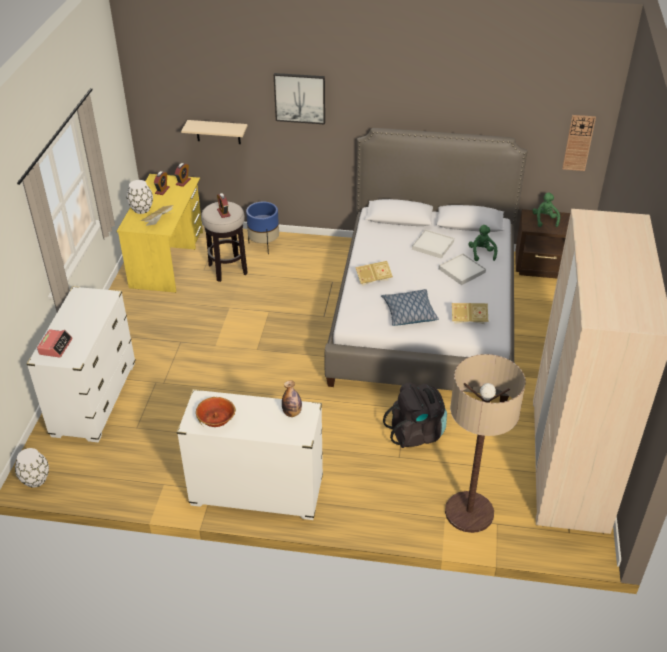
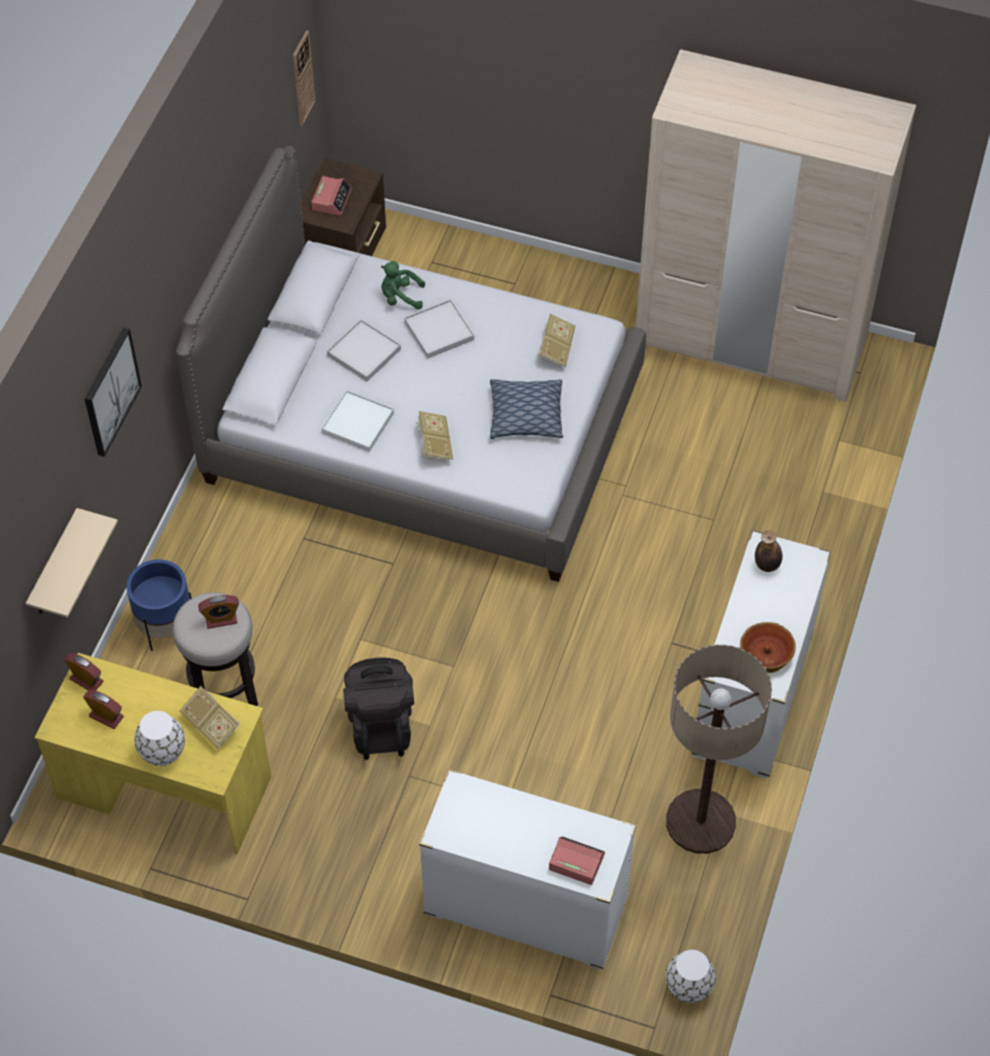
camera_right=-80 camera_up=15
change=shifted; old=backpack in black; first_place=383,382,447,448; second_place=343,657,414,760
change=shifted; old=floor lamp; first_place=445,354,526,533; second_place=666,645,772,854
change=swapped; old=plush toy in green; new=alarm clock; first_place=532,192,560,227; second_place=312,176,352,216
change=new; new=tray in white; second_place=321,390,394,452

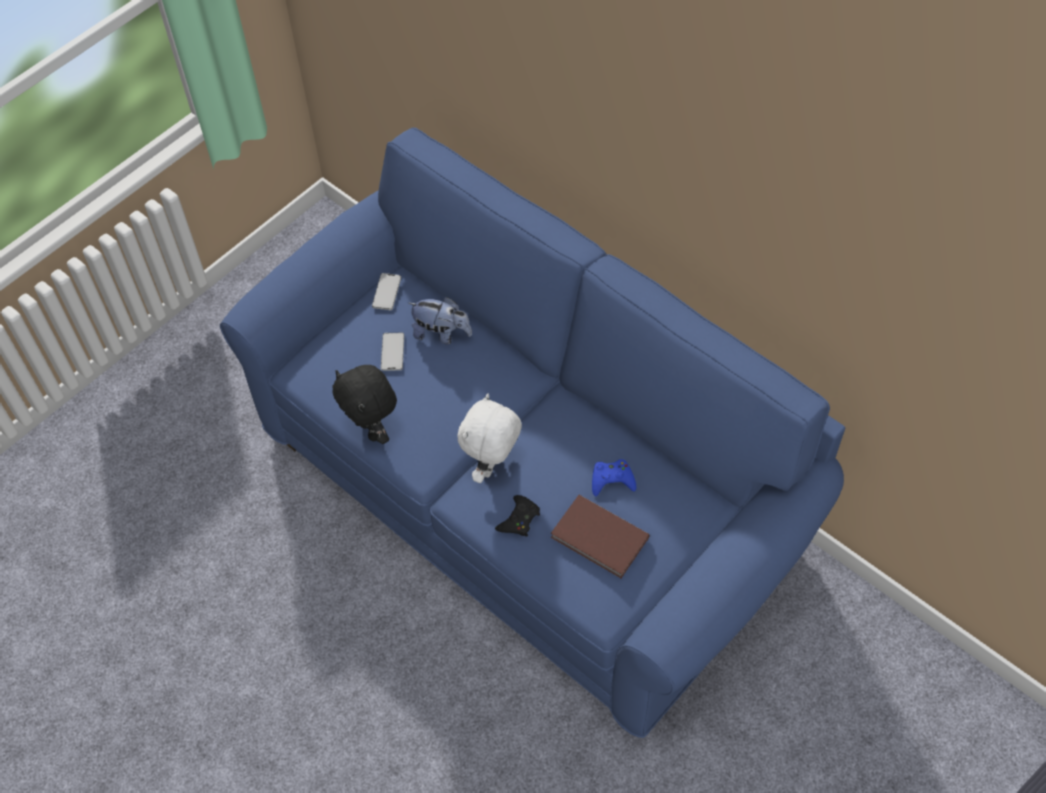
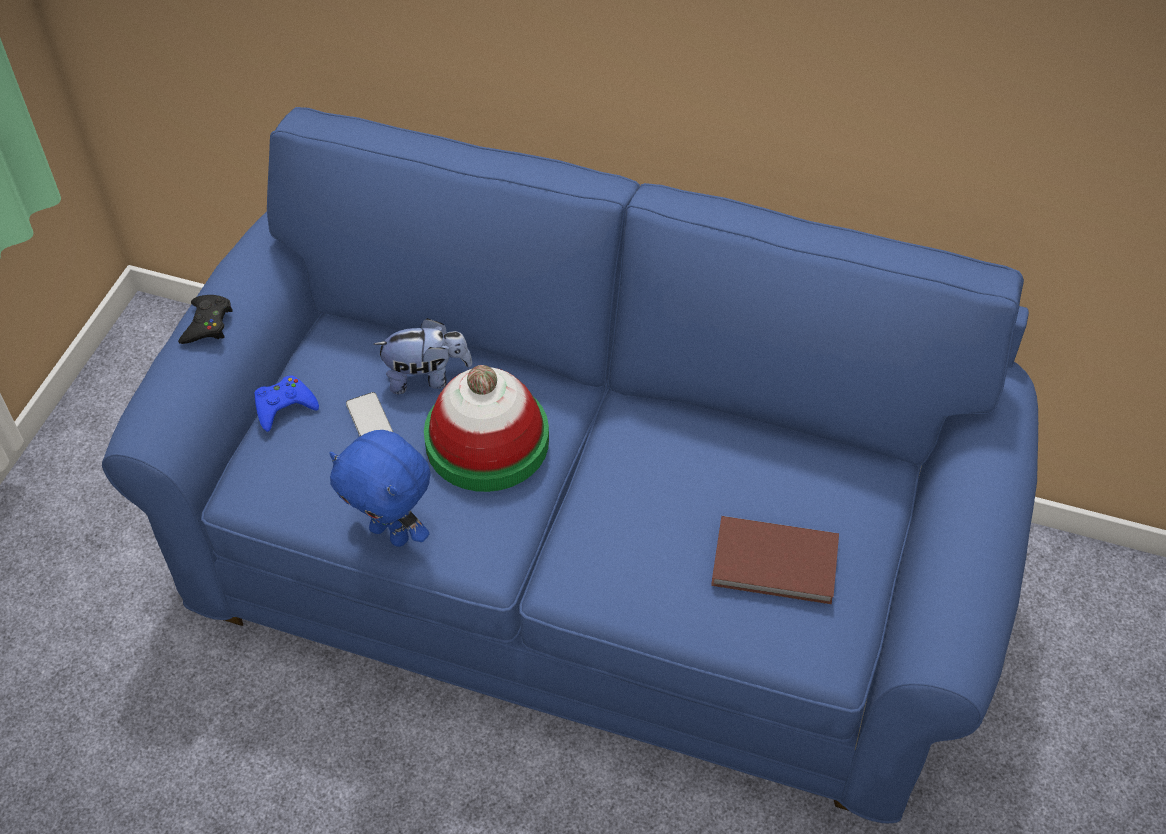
camera_right=-25 camera_up=-5
change=repainted; old=plush toy in black; new=plush toy in blue; first_place=333,365,397,444; second_place=329,430,431,547
change=gone; old=phone; first_place=372,273,401,310
change=gone; old=plush toy in white; first_place=458,393,522,483
change=shifted; old=game controller in black; first_place=495,495,540,537; second_place=178,295,233,344
change=shifted; old=game controller in blue; first_place=592,459,636,496; second_place=254,376,319,432
change=new; new=hat; second_place=424,365,549,492

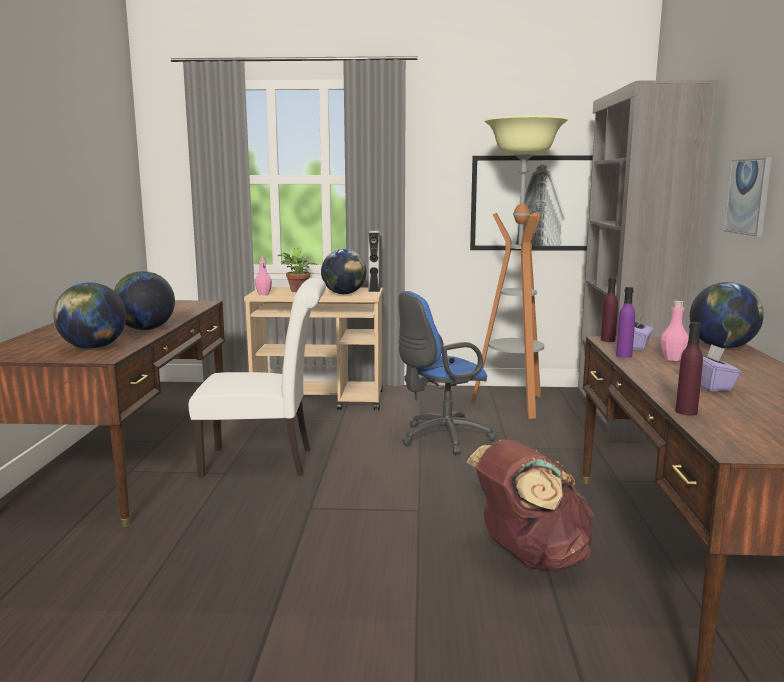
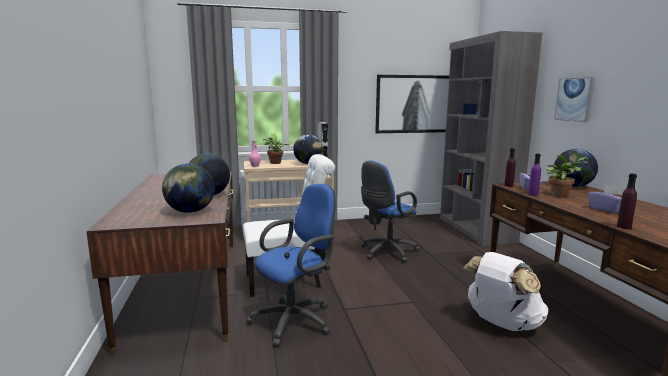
camera_right=-15 camera_up=0
change=repainted; old=backpack in brown; new=backpack in white; first_place=467,439,594,571; second_place=463,252,548,331
change=gone; old=floor lamp; first_place=471,115,568,419
change=swapped; old=bottle in pink; new=potted plant; first_place=661,301,689,361; second_place=546,155,589,197
change=new; new=office chair in blue; second_place=246,184,336,347

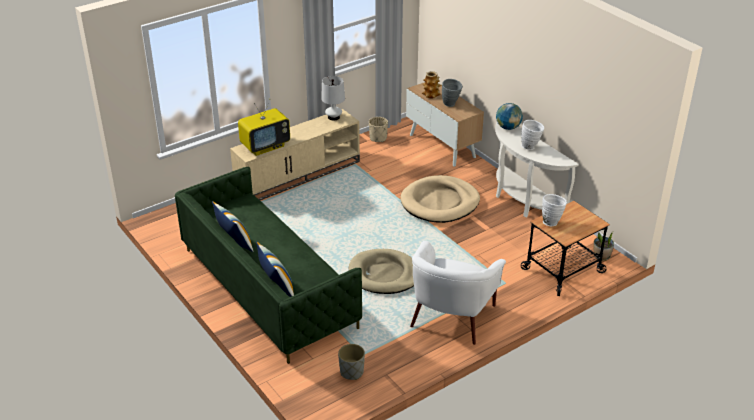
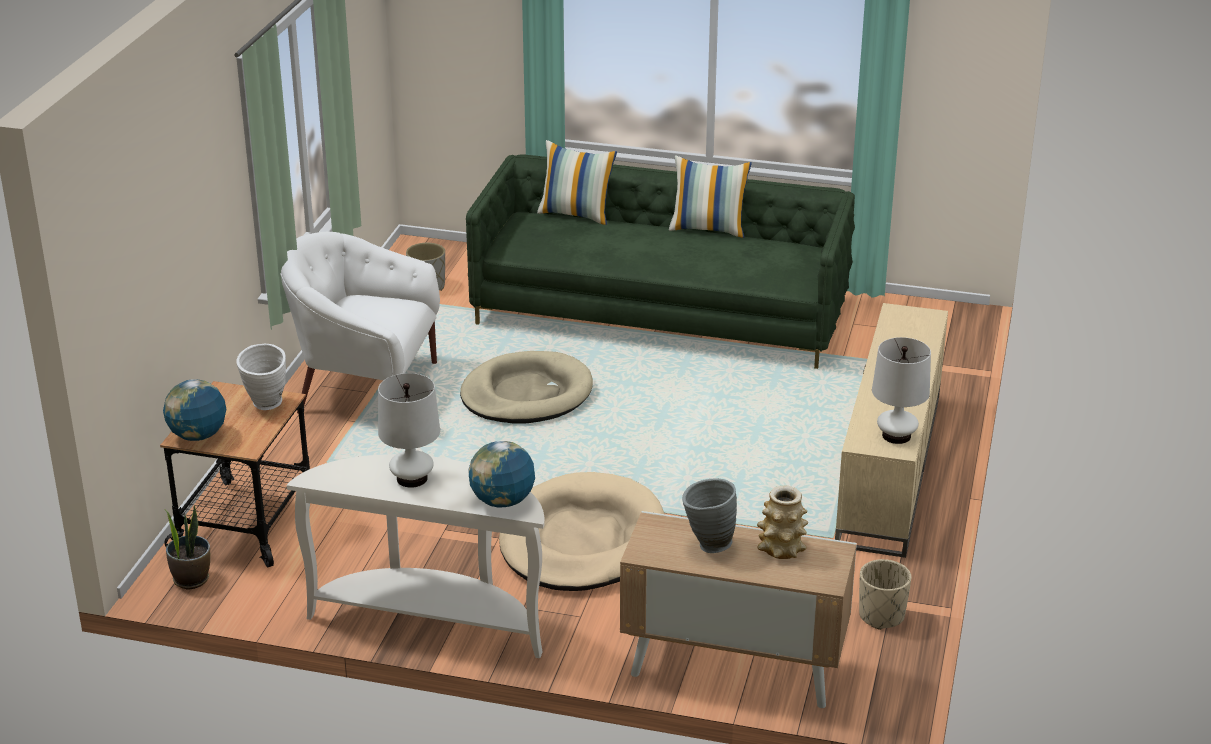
camera_right=140 camera_up=-5
change=gone; old=television; first_place=238,100,290,156
change=rotated; old=armchair in white; first_place=410,241,506,345; second_place=280,232,440,414; degrees=-60
change=swapped; old=vase in white; new=table lamp in white; first_place=521,120,544,150; second_place=378,373,440,488
change=new; new=globe; second_place=163,379,226,441

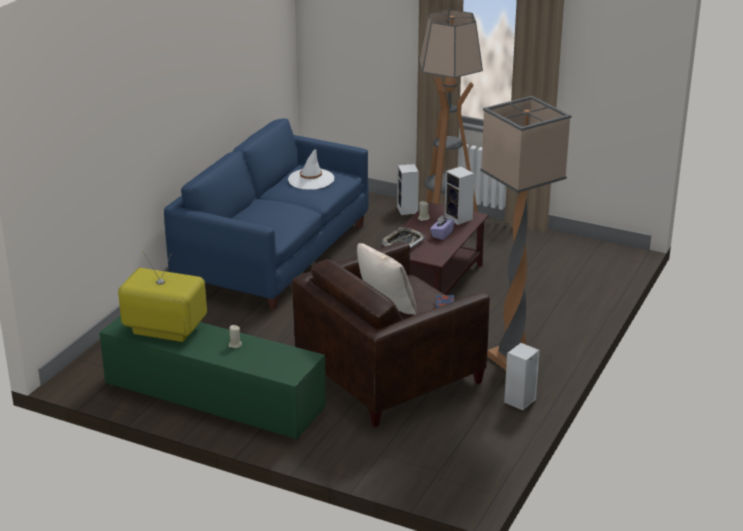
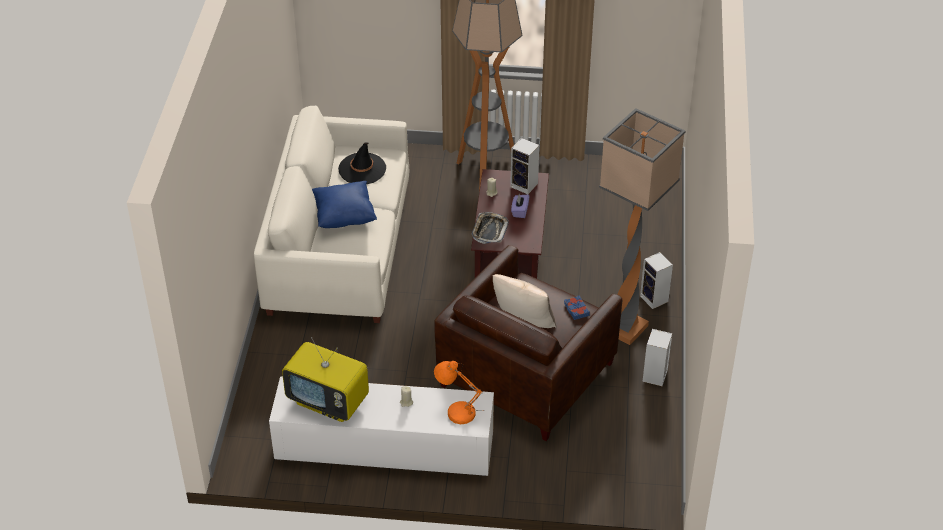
camera_right=-20 camera_up=15
change=repainted; old=tv stand in green; new=tv stand in white; first_place=99,316,326,440; second_place=269,376,494,476
change=rotated; old=television; first_place=118,251,207,342; second_place=282,337,369,422; degrees=-150
change=repainted; old=sofa in blue; new=sofa in white; first_place=164,118,369,310; second_place=254,106,409,323
change=repainted; old=hat in white; new=hat in black; first_place=288,150,334,190; second_place=338,142,386,184
change=shifted; old=speaker; first_place=397,164,419,215; second_place=640,252,673,309
change=new; new=pillow in blue; second_place=312,181,377,228
change=new; new=table lamp in orange; second_place=434,361,483,425

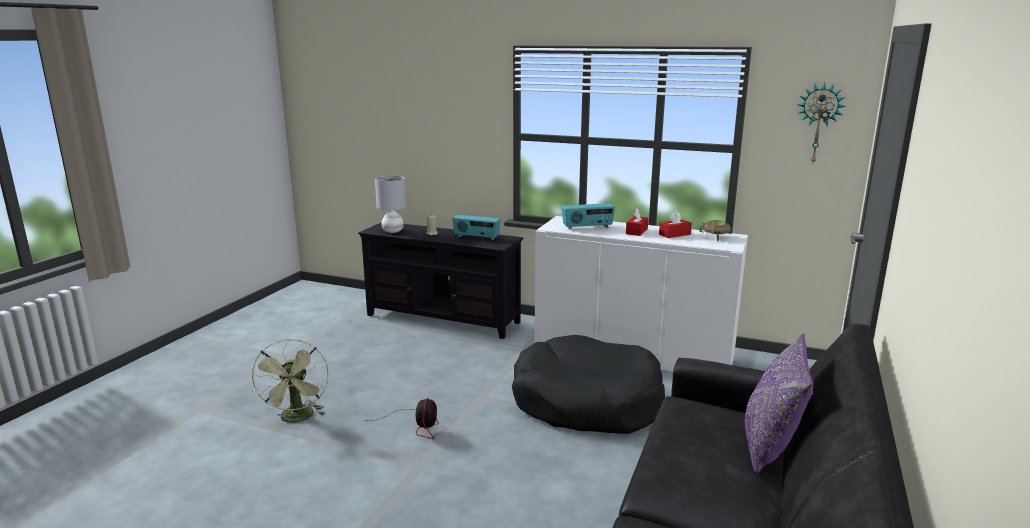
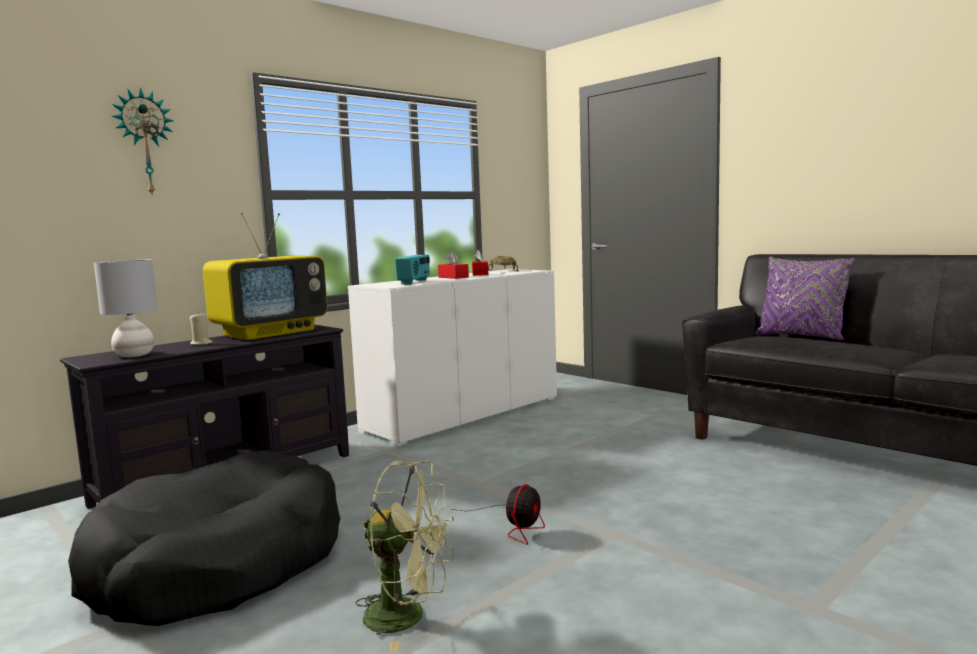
camera_right=-65 camera_up=-10
change=rotated; old=fan; first_place=364,398,439,439; second_place=452,484,545,545; degrees=90
change=swapped; old=radio; new=television; first_place=452,215,500,241; second_place=203,212,328,340
change=shifted; old=dog bed in black; first_place=512,335,665,434; second_place=68,450,340,626
change=shifted; old=wall clock; first_place=797,82,846,163; second_place=112,88,174,194

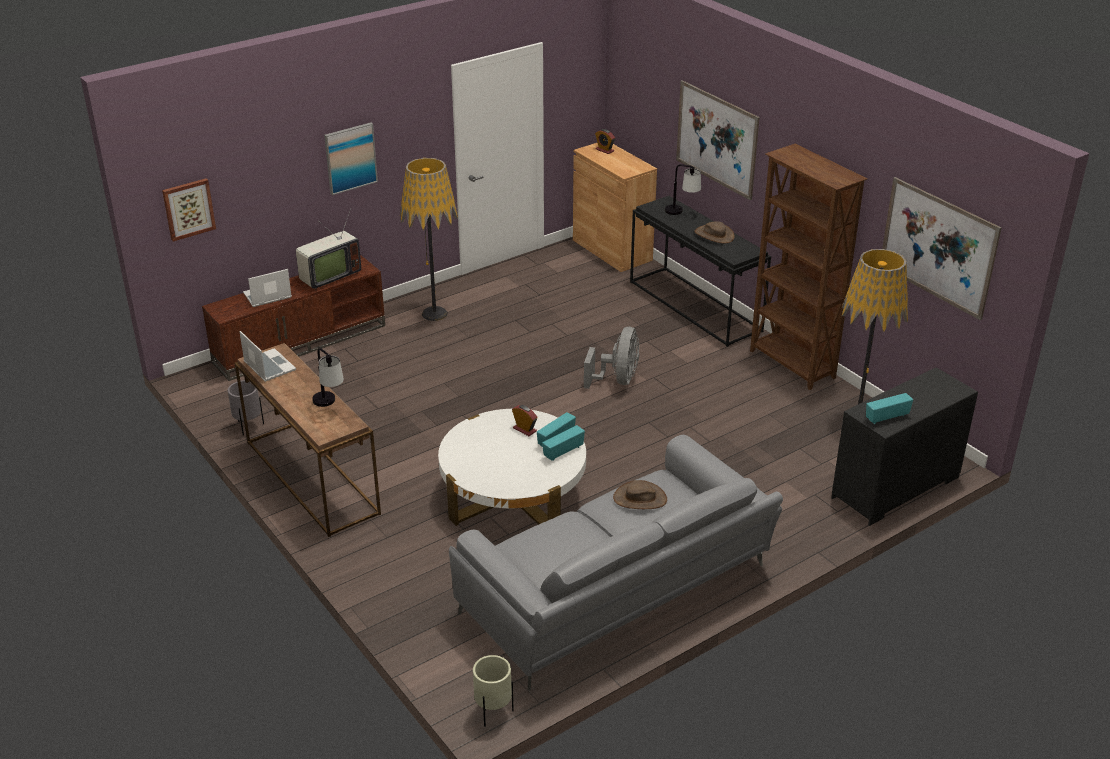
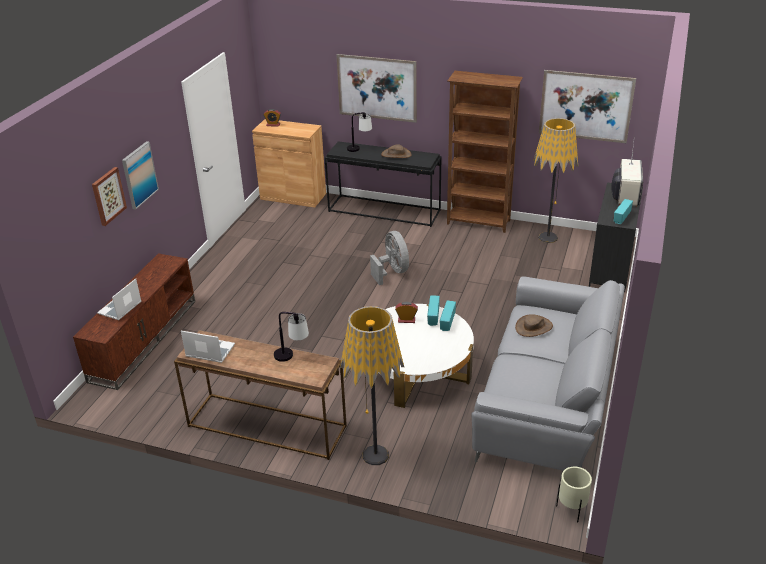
camera_right=-35 camera_up=0
change=shifted; old=picture; first_place=162,178,216,242; second_place=92,167,127,226
change=gone; old=planter in grey; first_place=228,380,264,436
change=shifted; old=television; first_place=296,209,361,291; second_place=611,142,643,207
change=shifted; old=floor lamp; first_place=400,158,458,321; second_place=340,306,404,465

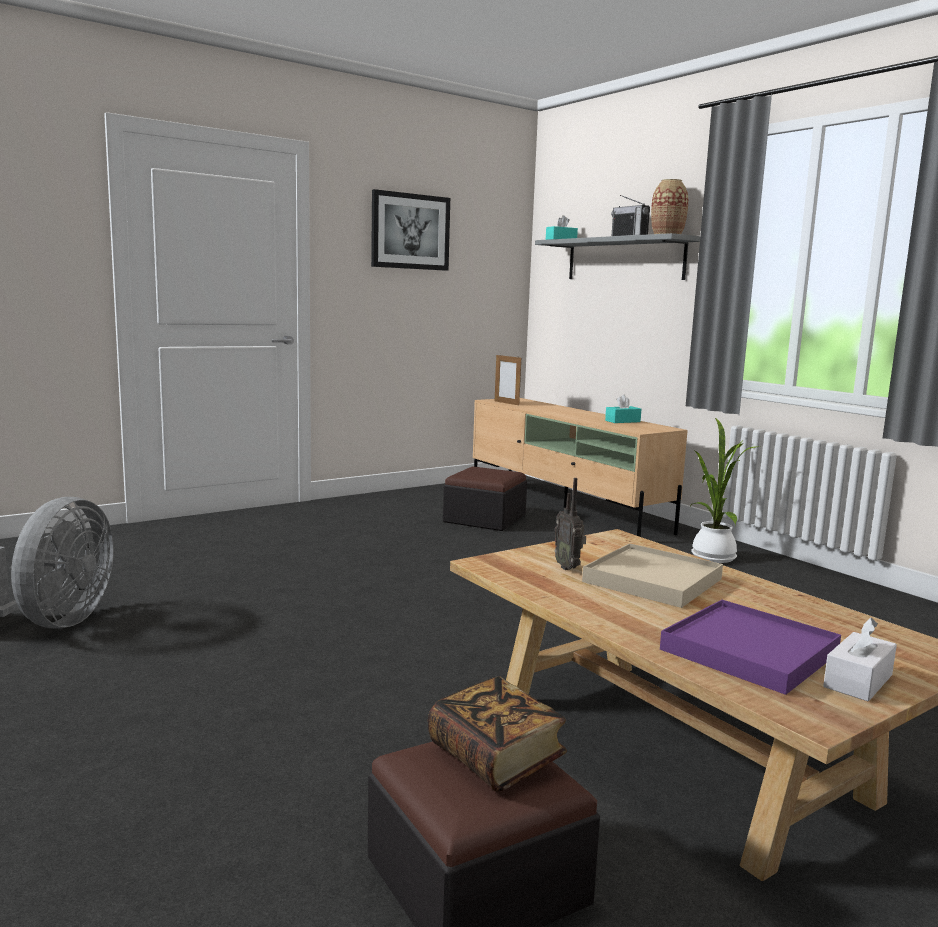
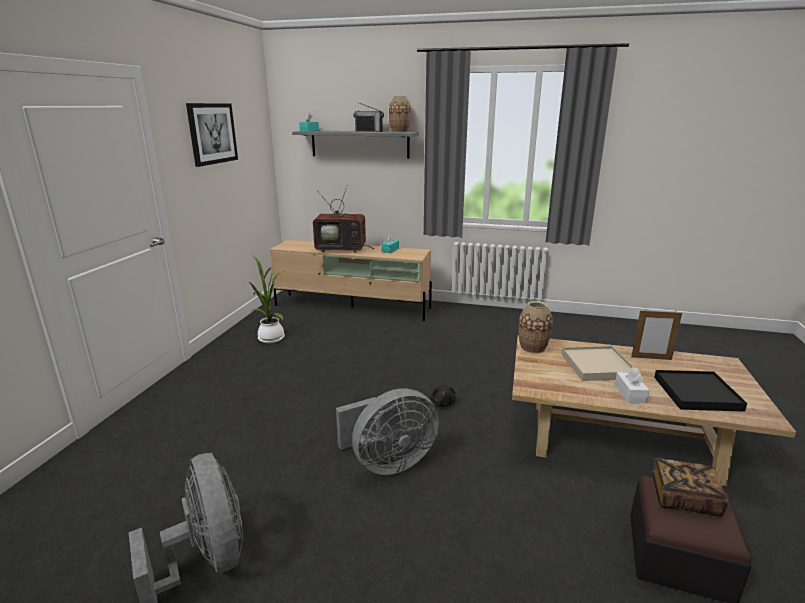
camera_right=-40 camera_up=10
change=gone; old=ottoman; first_place=443,466,527,531
change=shifted; old=picture frame; first_place=495,355,521,405; second_place=631,310,682,360
change=gone; old=radio; first_place=555,478,586,570
change=repainted; old=tray in purple; new=tray in black; first_place=660,600,841,695; second_place=654,370,747,412
change=shifted; old=potted plant; first_place=691,418,759,563; second_place=249,255,285,343
change=shifted; old=tissue box in white; first_place=823,618,897,701; second_place=615,367,649,403
change=new; new=television; second_place=313,187,374,253
change=new; new=fan in grey; second_place=336,388,439,475
change=new; new=plush toy in black; second_place=430,385,456,406
change=new; new=vase; second_place=519,301,553,354

